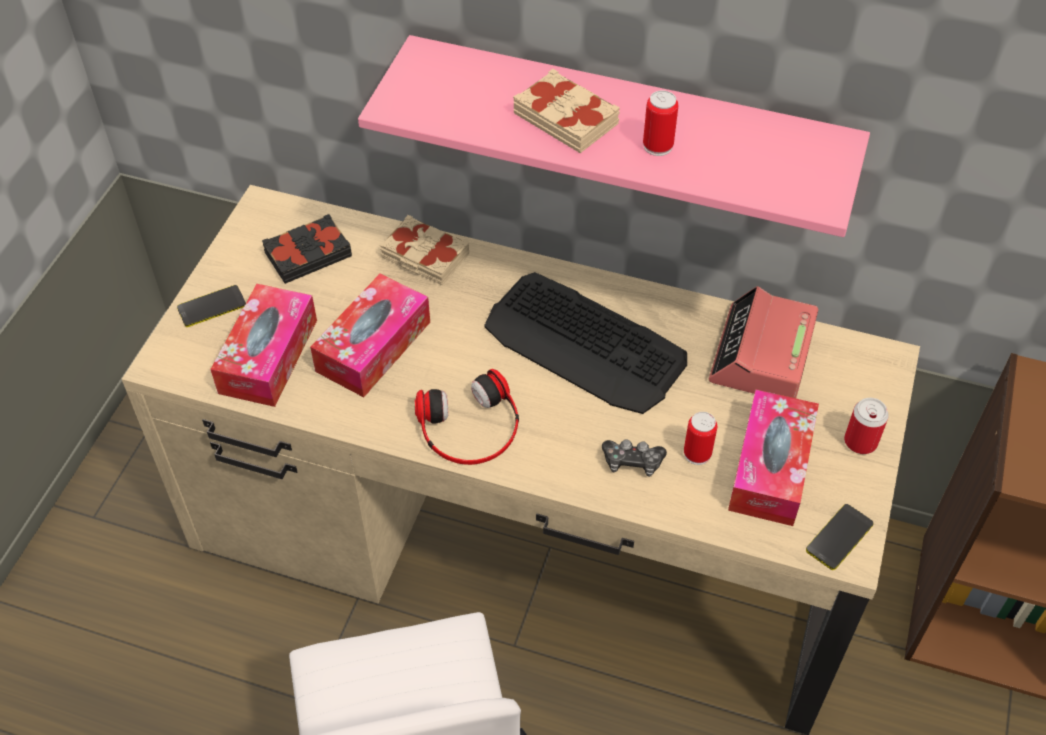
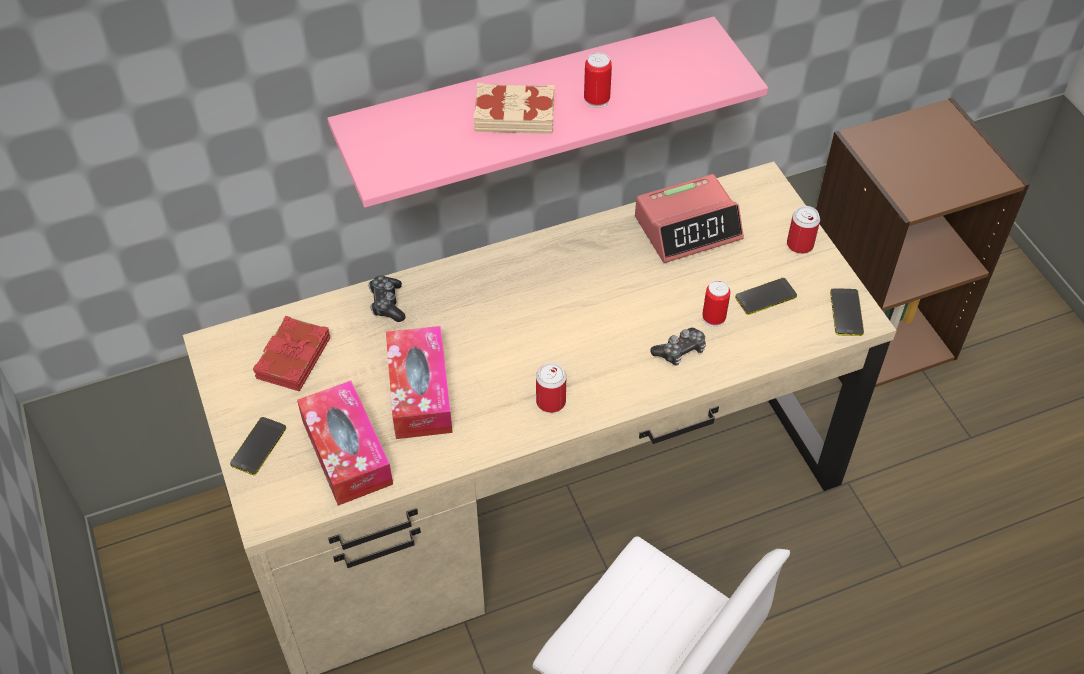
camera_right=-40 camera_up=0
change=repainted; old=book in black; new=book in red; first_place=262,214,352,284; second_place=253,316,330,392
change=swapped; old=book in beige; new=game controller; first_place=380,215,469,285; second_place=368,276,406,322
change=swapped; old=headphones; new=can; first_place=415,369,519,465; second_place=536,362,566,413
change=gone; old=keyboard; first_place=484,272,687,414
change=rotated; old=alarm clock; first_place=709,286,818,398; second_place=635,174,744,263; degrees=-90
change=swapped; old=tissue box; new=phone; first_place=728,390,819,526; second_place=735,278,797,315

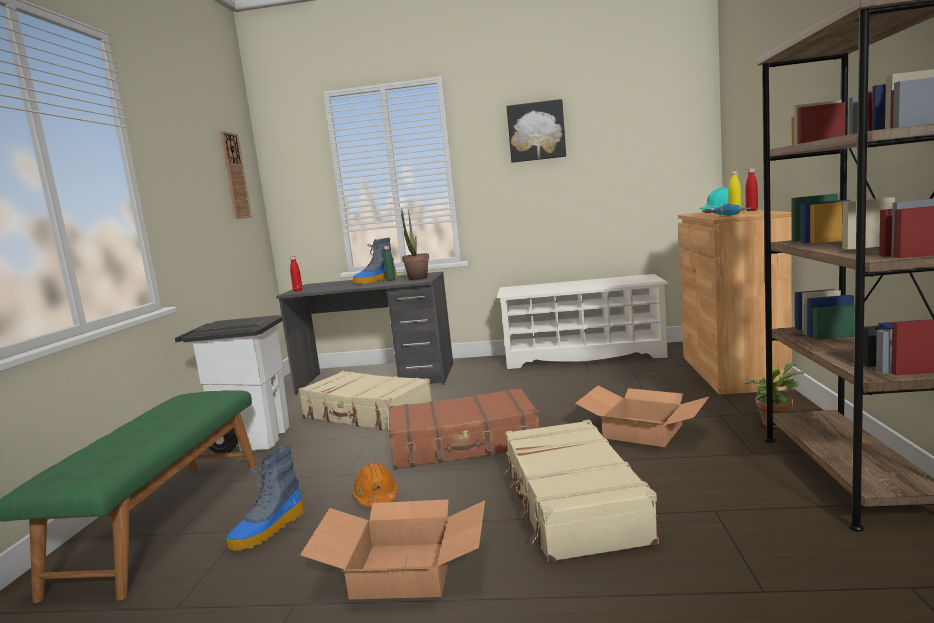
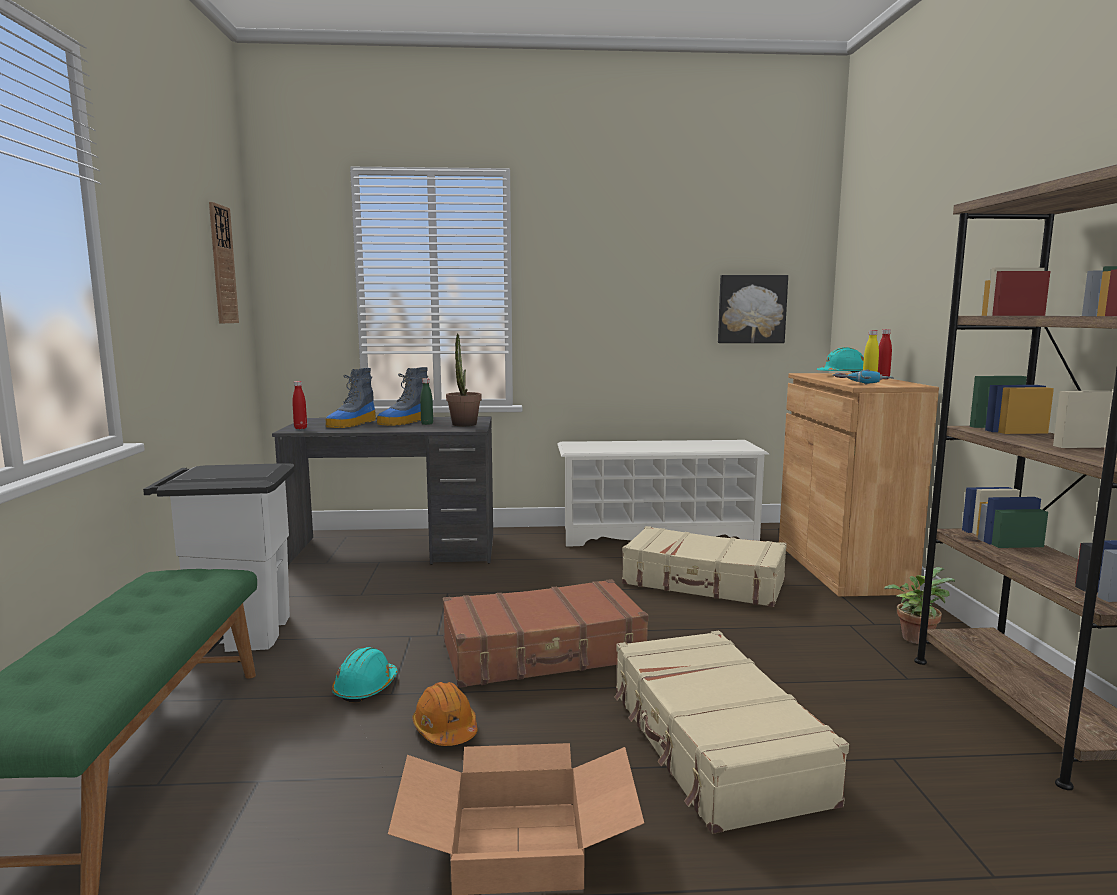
camera_right=-10 camera_up=0
change=shifted; old=boot; first_place=227,445,305,551; second_place=326,368,376,428
change=shifted; old=suitcase in beige; first_place=298,371,431,431; second_place=622,526,787,607
change=shifted; old=picture; first_place=507,99,566,163; second_place=718,275,788,343
change=gone; old=cardboard box; first_place=575,385,710,447
change=new; new=hard hat in turquoise; second_place=332,647,398,703

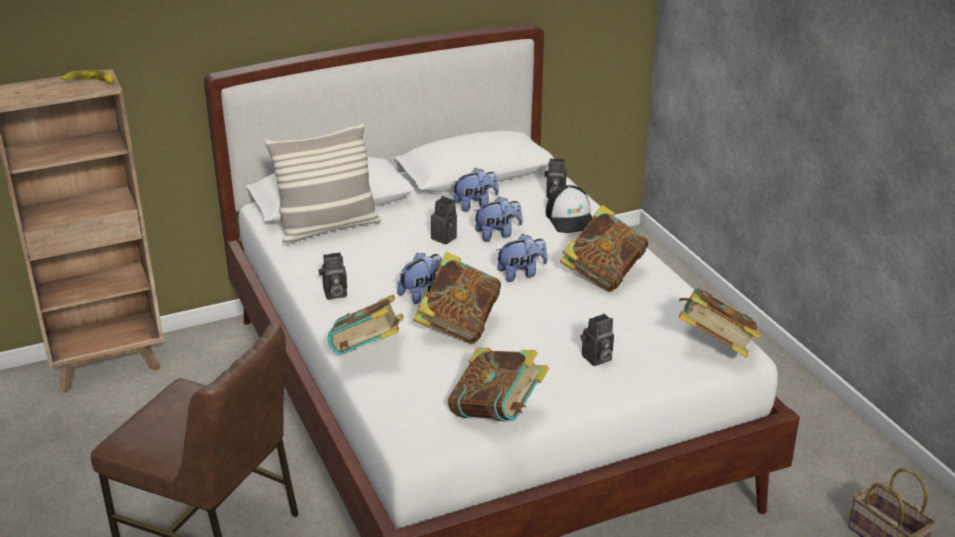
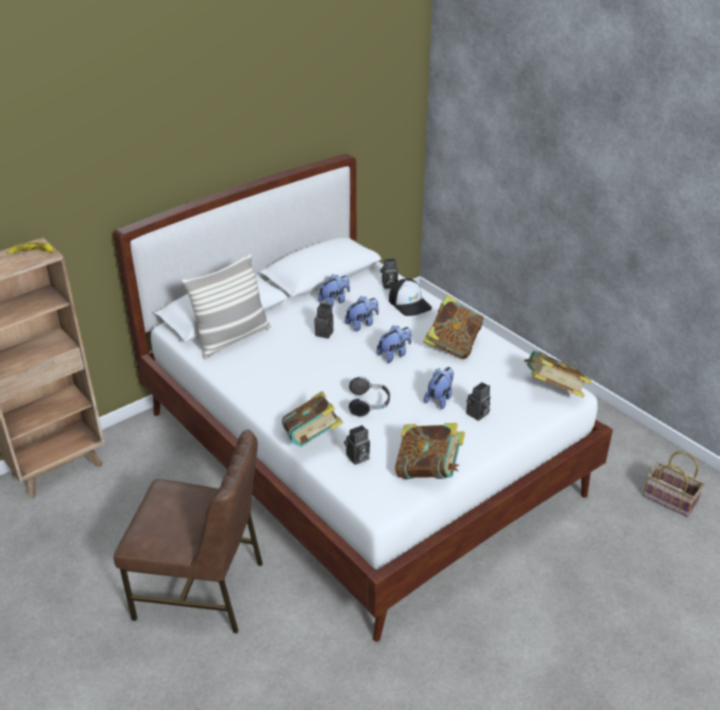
camera_right=-15 camera_up=5
change=shifted; old=photo camera; first_place=319,252,347,299; second_place=344,425,370,465
change=shifted; old=plush toy; first_place=397,253,442,304; second_place=424,367,454,409
change=swapped; old=book; new=headphones; first_place=413,252,501,344; second_place=349,376,390,417

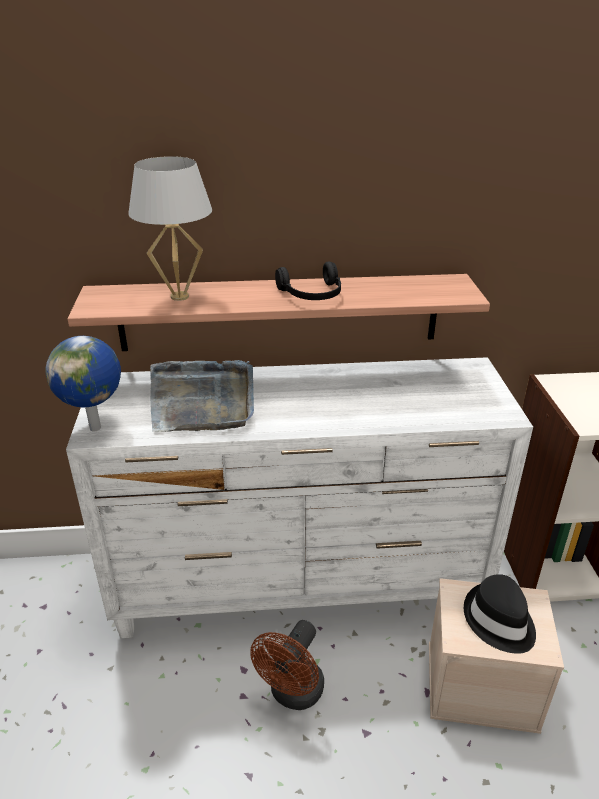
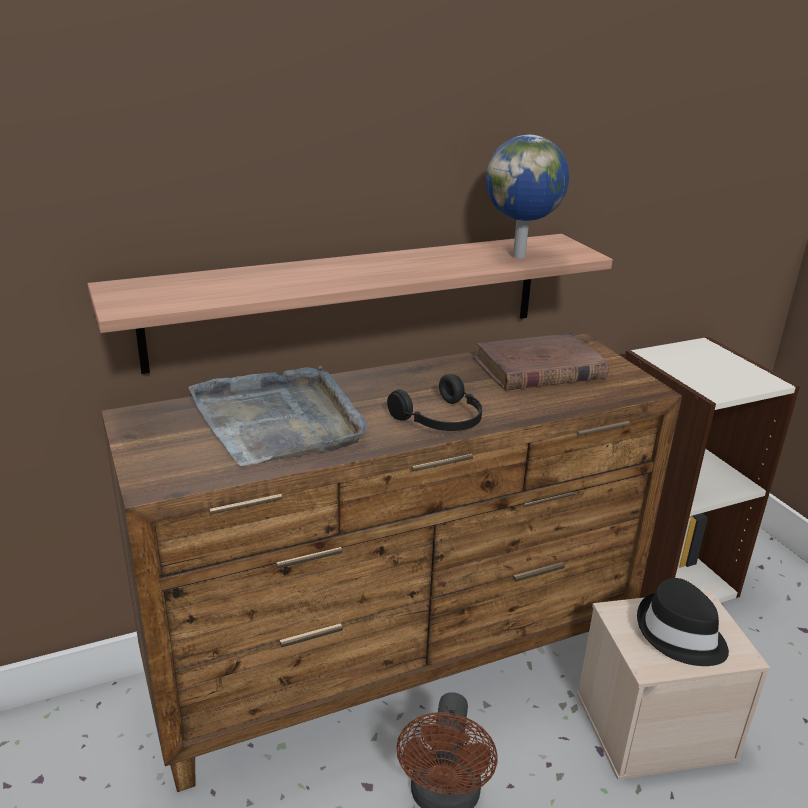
camera_right=-20 camera_up=-5
change=shifted; old=globe; first_place=45,336,121,432; second_place=485,135,569,259
change=repainted; old=dresser in white; new=dresser in brown; first_place=66,357,533,638; second_place=101,334,682,792
change=gone; old=table lamp in white; first_place=128,156,212,301
change=shifted; old=headphones in black; first_place=275,262,341,300; second_place=387,374,482,431
change=new; new=book in brown; second_place=473,333,609,391

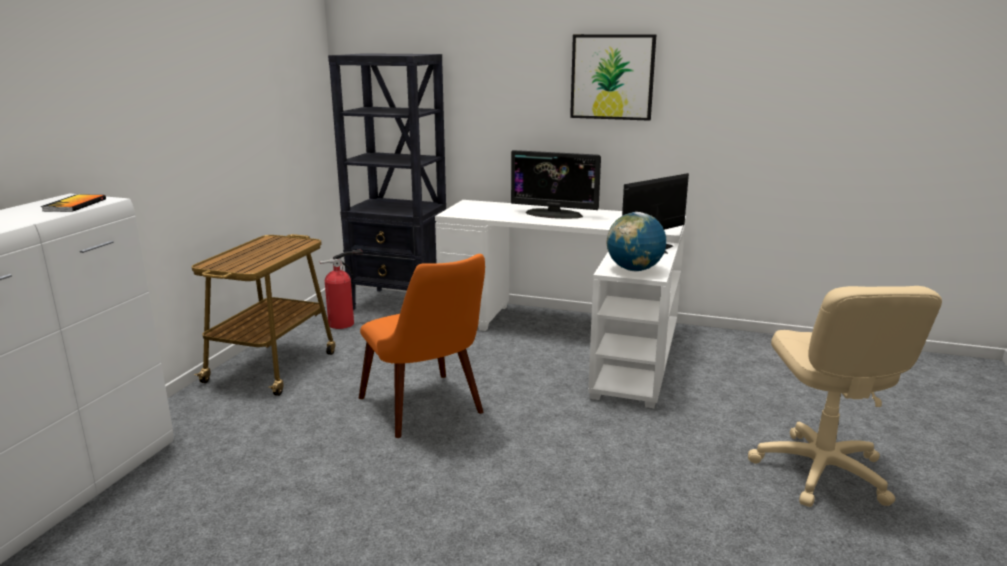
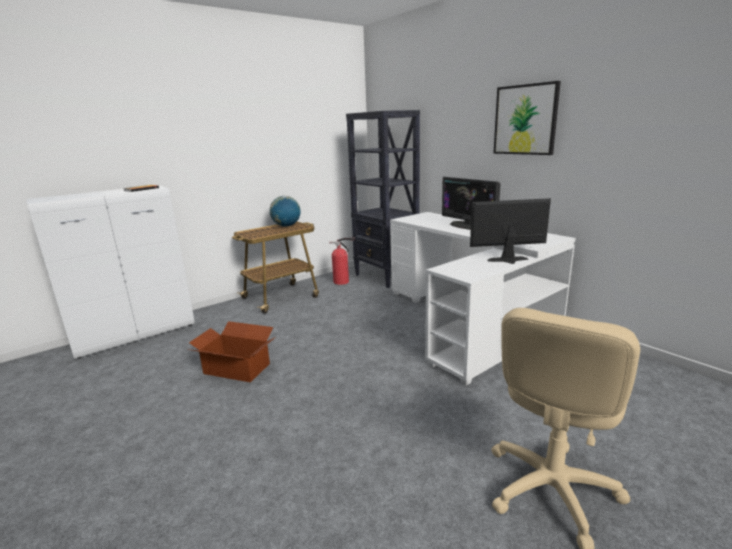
camera_right=35 camera_up=0
change=gone; old=chair in orange; first_place=359,254,485,438
change=shifted; old=globe; first_place=606,212,666,271; second_place=270,196,300,227
change=new; new=cardboard box; second_place=187,321,274,382

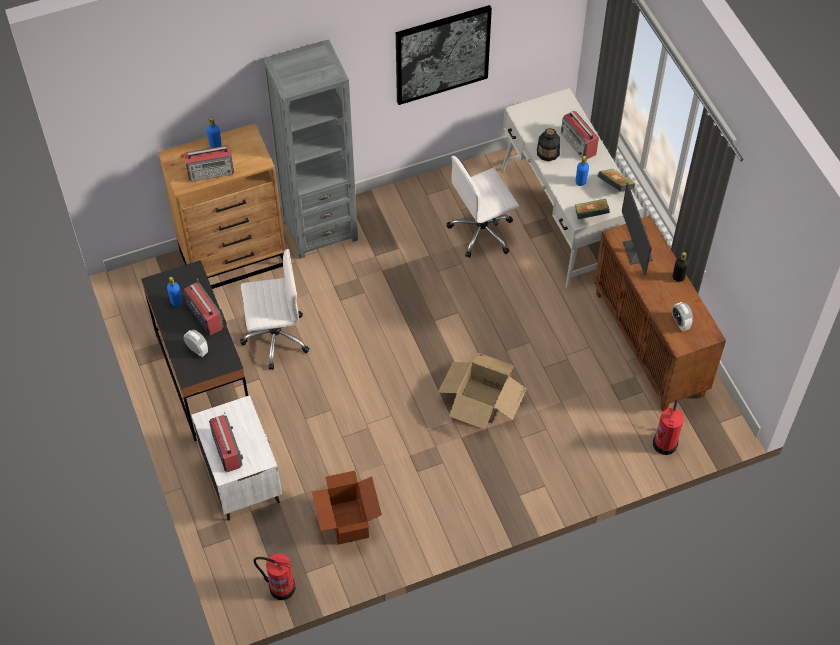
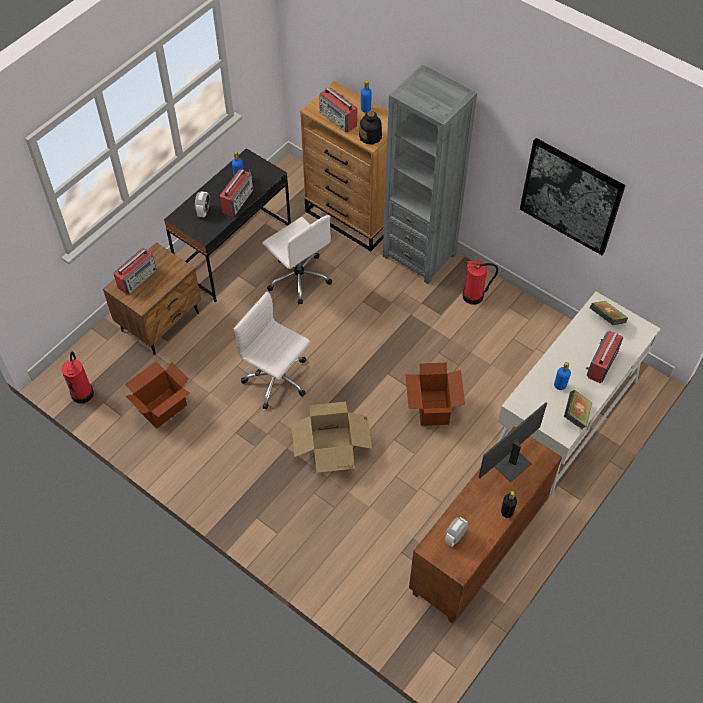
camera_right=60 camera_up=0
change=repainted; old=nightstand in white; new=nightstand in brown; first_place=191,395,282,521; second_place=103,242,201,355
change=shifted; old=office chair in white; first_place=447,156,519,258; second_place=234,292,310,410
change=shifted; old=bottle; first_place=537,128,560,161; second_place=359,111,382,145
change=shifted; old=book; first_place=575,199,610,220; second_place=590,301,628,325
change=shifted; old=fire extinguisher; first_place=653,400,684,455; second_place=463,261,498,305
change=new; new=cardboard box; second_place=405,362,465,426

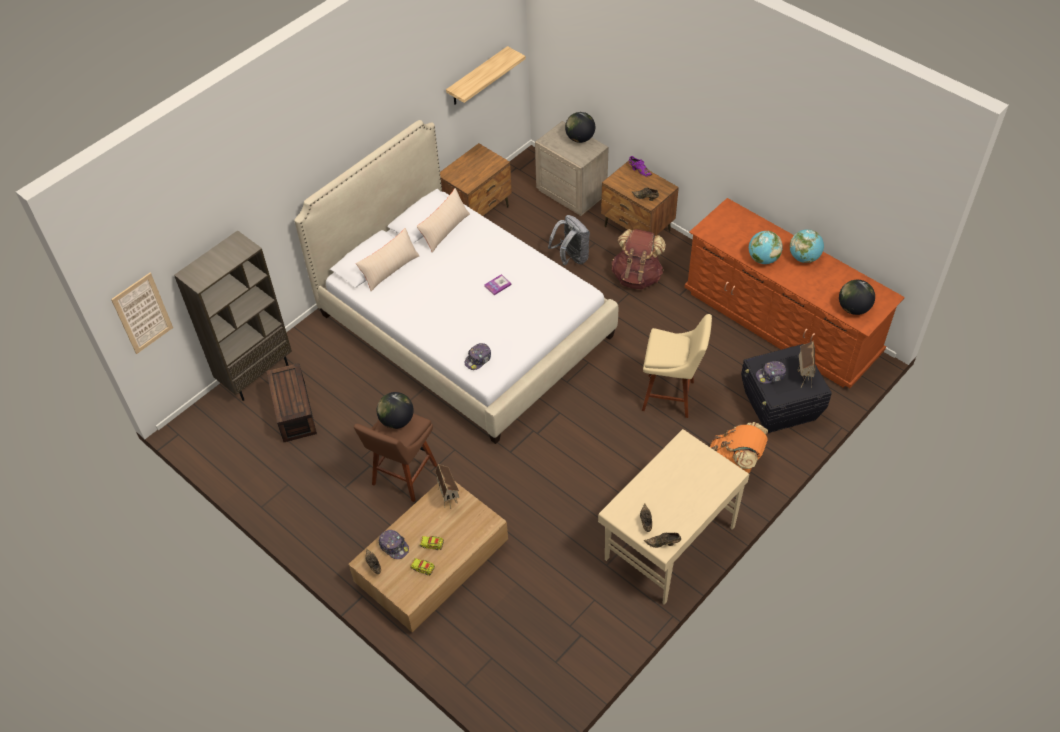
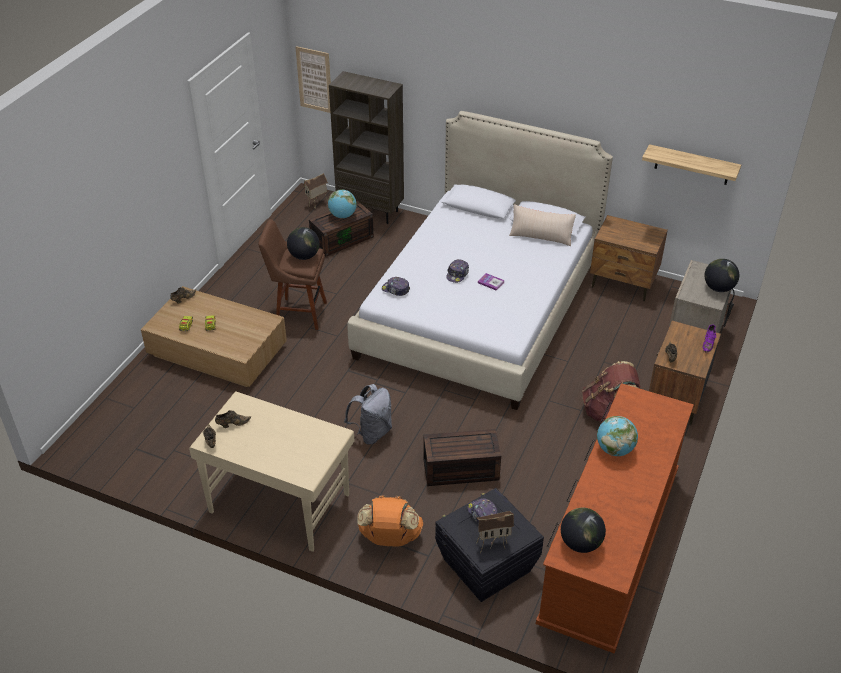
camera_right=70 camera_up=-10
change=gone; old=pillow in beige; first_place=356,228,420,291
change=shifted; old=cap; first_place=378,530,409,559; second_place=446,259,469,283
change=shifted; old=toy house; first_place=435,464,459,509; second_place=304,173,328,208
change=shifted; old=backpack in grey; first_place=548,215,590,266; second_place=344,384,392,445
change=swapped; old=stool in beige; new=storage box in brown; first_place=642,314,712,418; second_place=423,429,501,486
change=shifted; old=globe; first_place=790,229,824,263; second_place=328,189,357,218

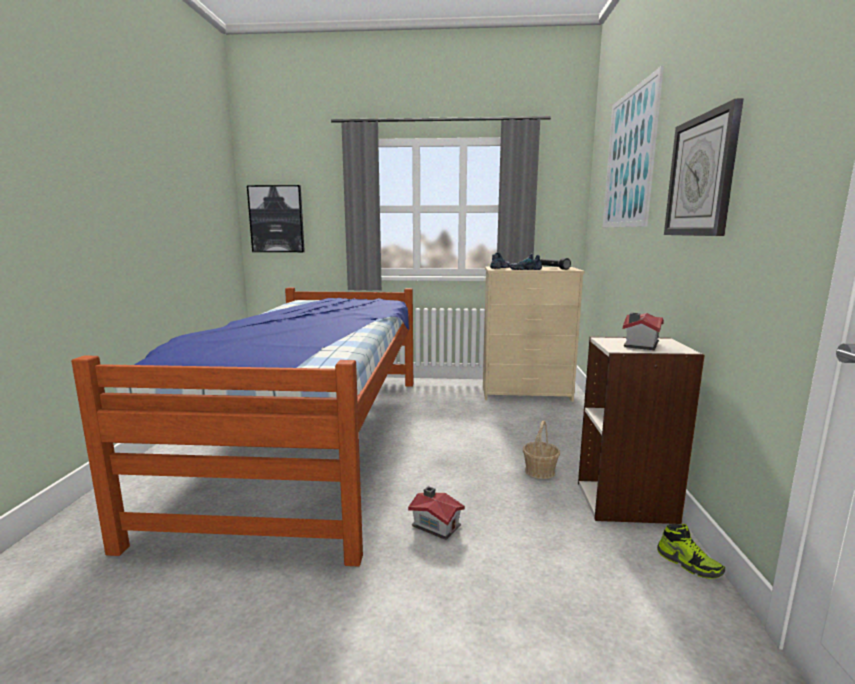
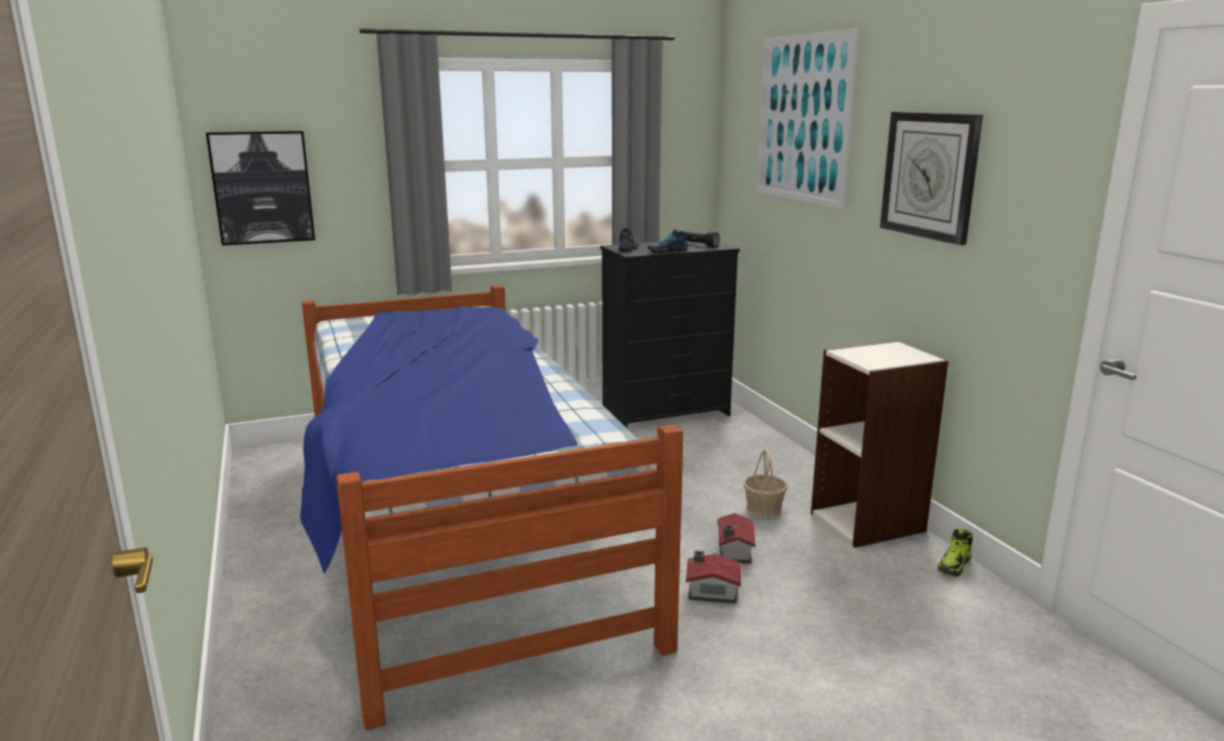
camera_right=-25 camera_up=5
change=repainted; old=dresser in beige; new=dresser in black; first_place=483,267,585,402; second_place=600,241,740,429
change=shifted; old=toy house; first_place=623,312,664,350; second_place=717,513,755,563
change=rotated; old=shoe; first_place=657,524,725,579; second_place=938,528,973,577; degrees=105

